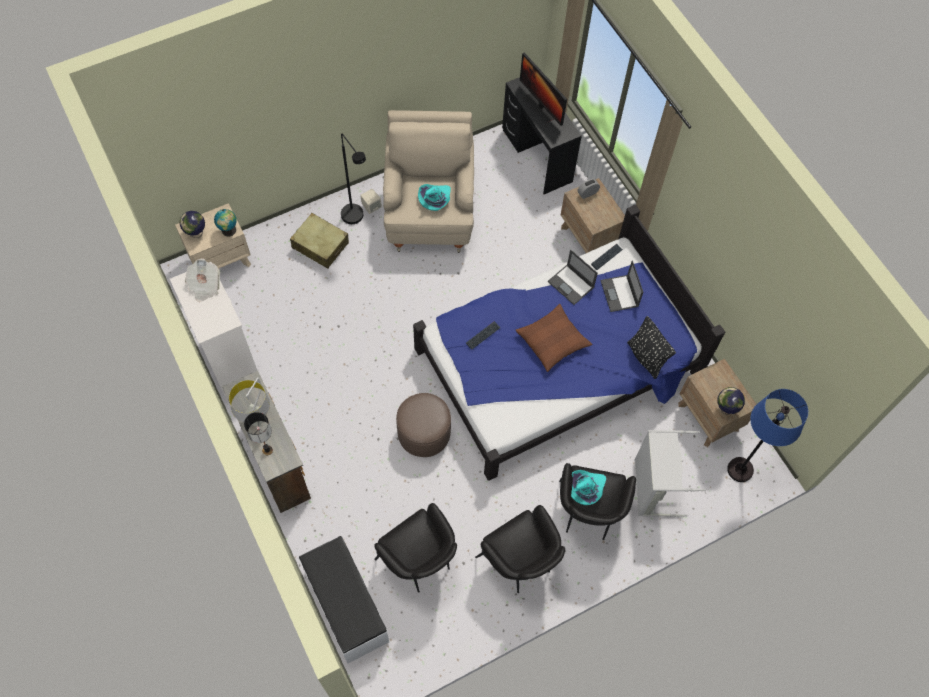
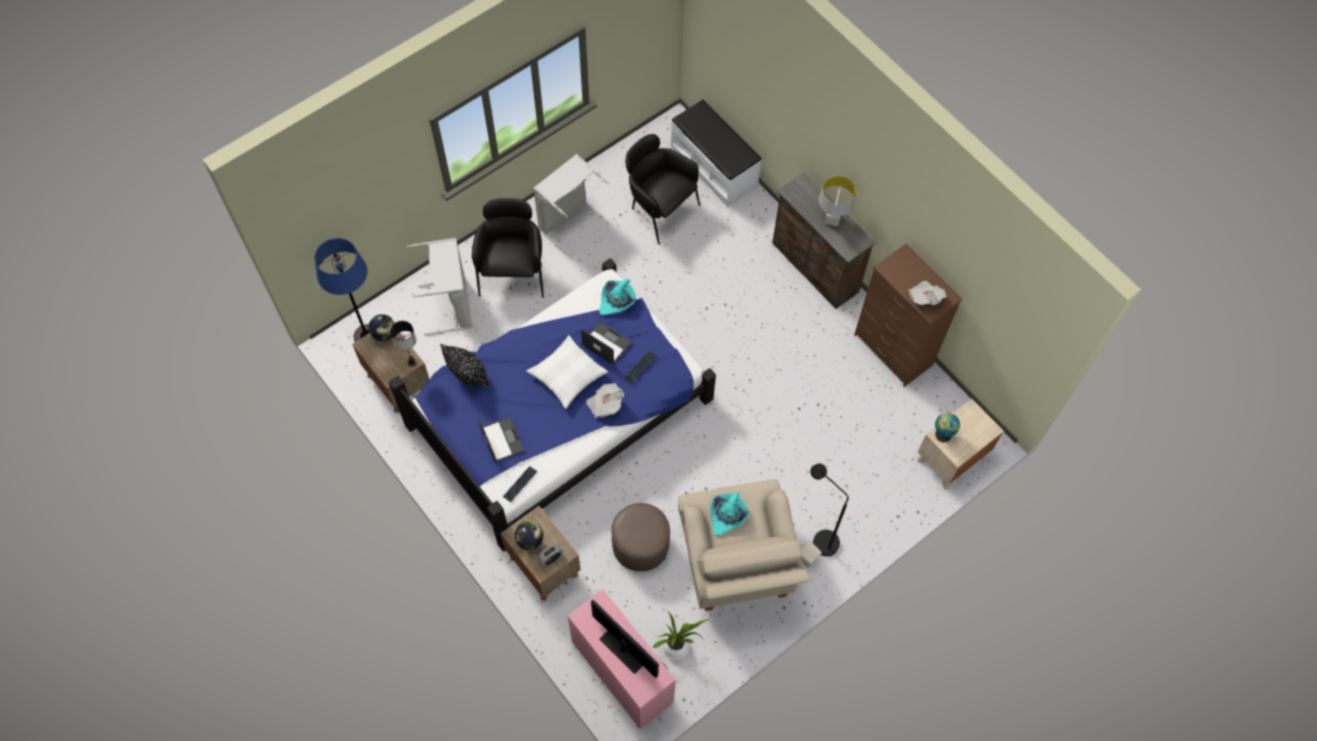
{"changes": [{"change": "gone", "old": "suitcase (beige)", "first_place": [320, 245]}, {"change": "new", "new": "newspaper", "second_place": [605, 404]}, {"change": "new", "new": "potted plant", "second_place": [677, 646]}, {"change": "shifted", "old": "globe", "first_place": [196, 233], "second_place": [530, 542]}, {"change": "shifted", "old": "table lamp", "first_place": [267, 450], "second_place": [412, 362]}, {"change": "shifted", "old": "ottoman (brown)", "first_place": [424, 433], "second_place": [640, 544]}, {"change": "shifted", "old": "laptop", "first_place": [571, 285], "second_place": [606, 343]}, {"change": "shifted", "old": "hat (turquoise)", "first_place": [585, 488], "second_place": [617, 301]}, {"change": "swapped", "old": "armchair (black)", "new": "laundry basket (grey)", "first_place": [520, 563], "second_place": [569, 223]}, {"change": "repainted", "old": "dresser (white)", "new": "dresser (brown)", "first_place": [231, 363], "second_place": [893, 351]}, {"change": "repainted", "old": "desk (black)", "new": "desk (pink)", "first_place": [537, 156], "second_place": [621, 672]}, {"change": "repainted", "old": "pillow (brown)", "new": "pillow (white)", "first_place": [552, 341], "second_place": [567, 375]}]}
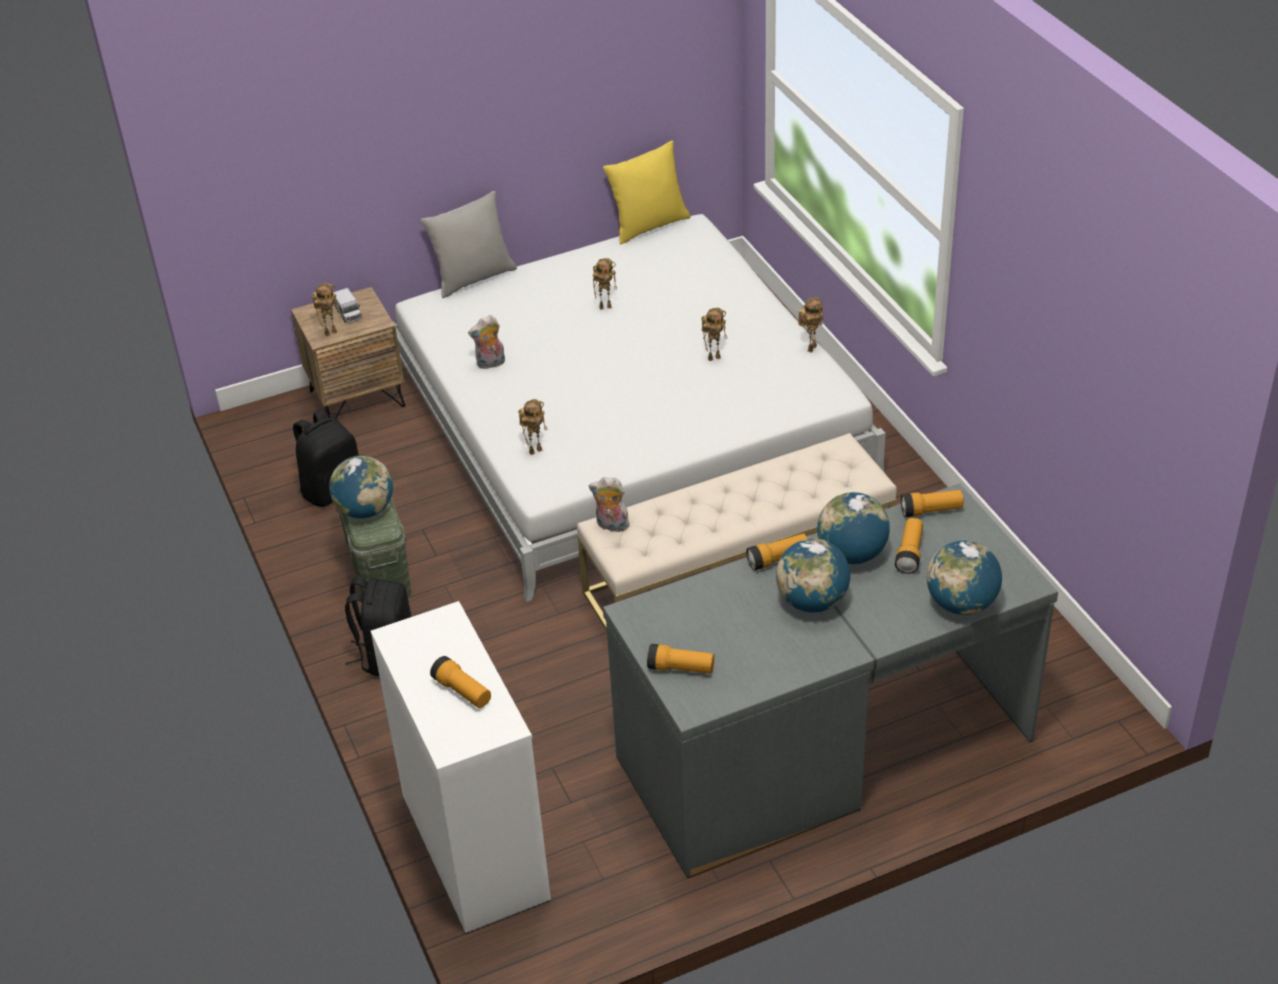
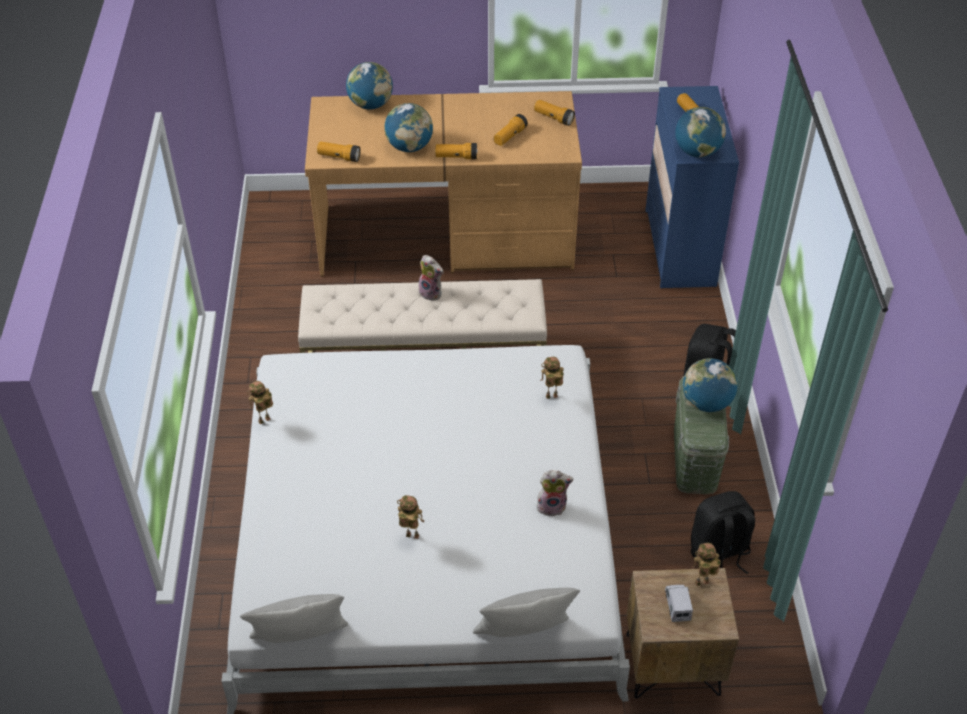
{"changes": [{"change": "gone", "old": "toy robot", "first_place": [714, 357]}, {"change": "shifted", "old": "plush toy", "first_place": [611, 526], "second_place": [432, 293]}, {"change": "shifted", "old": "globe", "first_place": [812, 601], "second_place": [697, 152]}, {"change": "shifted", "old": "flashlight", "first_place": [909, 553], "second_place": [509, 136]}, {"change": "repainted", "old": "dresser (white)", "new": "dresser (blue)", "first_place": [475, 847], "second_place": [679, 248]}, {"change": "repainted", "old": "pillow (yellow)", "new": "pillow (grey)", "first_place": [648, 226], "second_place": [300, 643]}, {"change": "repainted", "old": "desk (grey)", "new": "desk (brown)", "first_place": [822, 746], "second_place": [446, 238]}]}
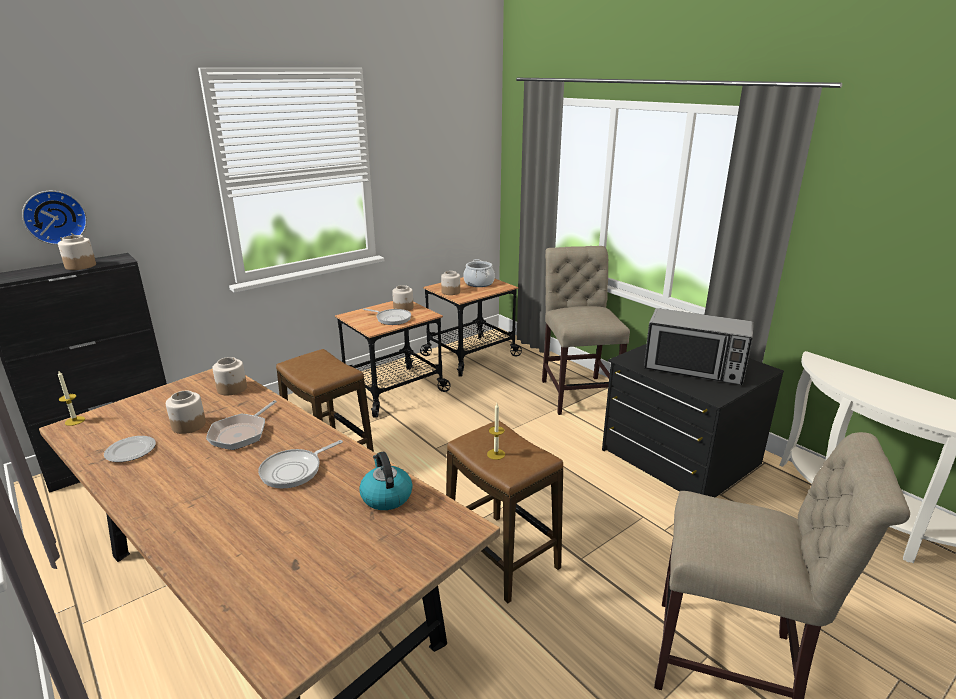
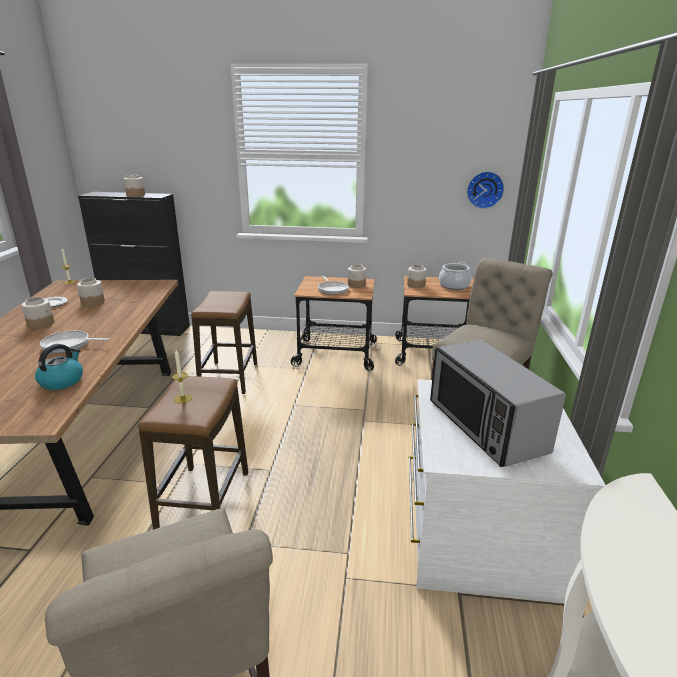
{"changes": [{"change": "gone", "old": "frying pan", "first_place": [241, 433]}, {"change": "shifted", "old": "wall clock", "first_place": [54, 217], "second_place": [484, 189]}, {"change": "shifted", "old": "jar", "first_place": [232, 388], "second_place": [41, 324]}, {"change": "repainted", "old": "dresser (black)", "new": "dresser (white)", "first_place": [678, 457], "second_place": [477, 532]}]}
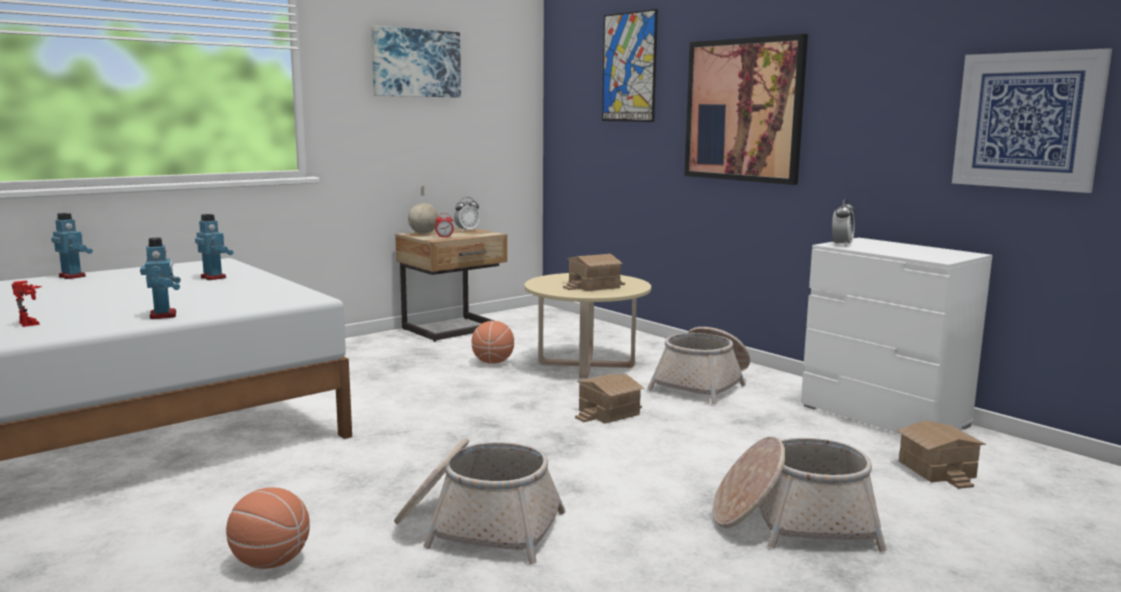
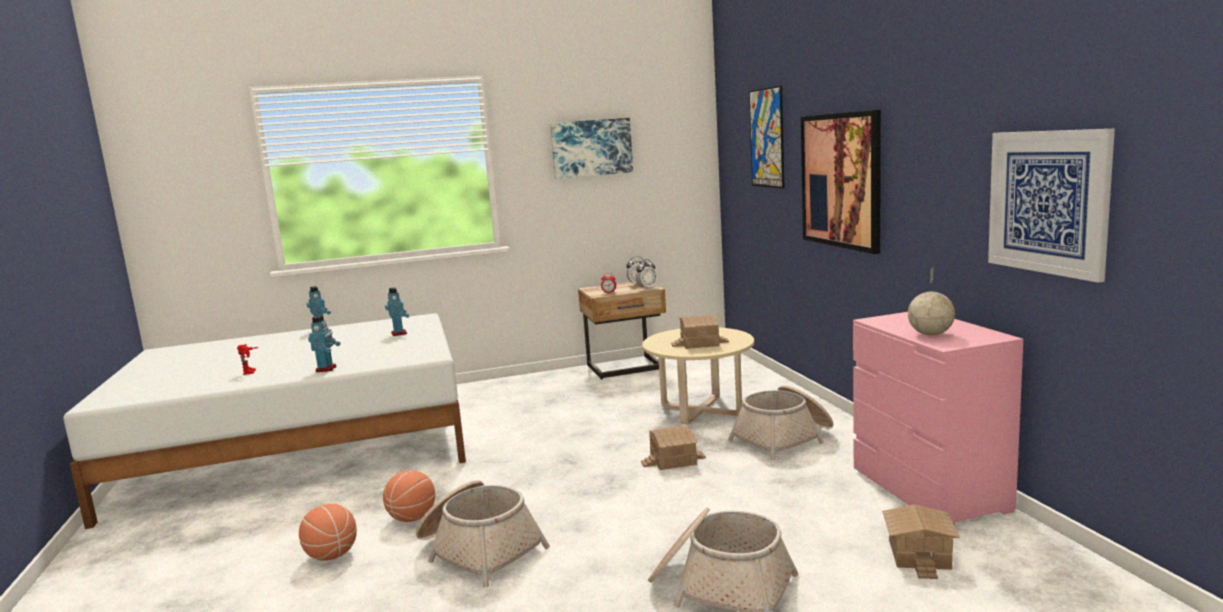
{"changes": [{"change": "shifted", "old": "globe", "first_place": [424, 233], "second_place": [931, 334]}, {"change": "shifted", "old": "basketball", "first_place": [493, 362], "second_place": [412, 518]}, {"change": "shifted", "old": "alarm clock", "first_place": [841, 245], "second_place": [646, 288]}, {"change": "repainted", "old": "dresser (white)", "new": "dresser (pink)", "first_place": [884, 416], "second_place": [929, 490]}]}
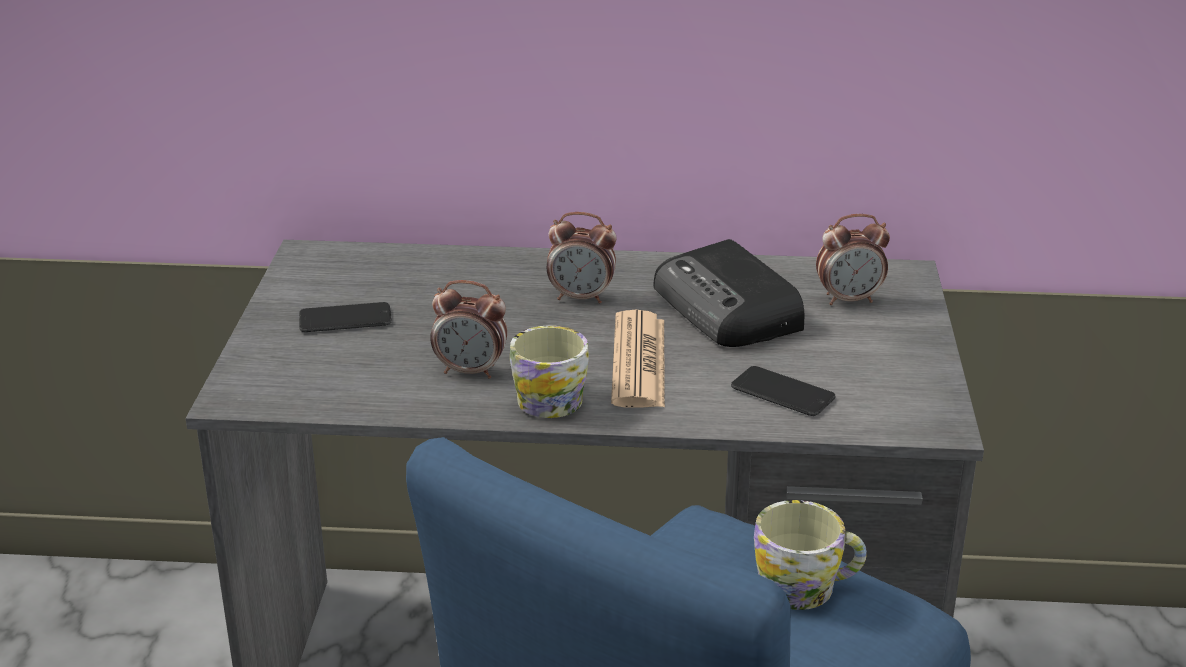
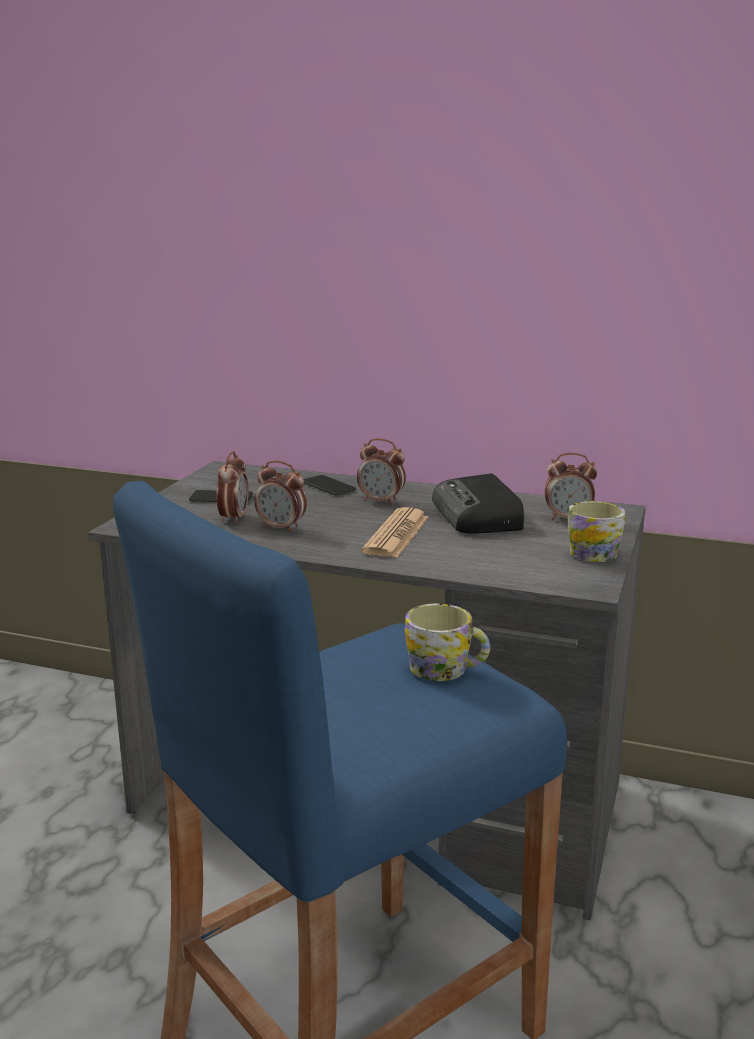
{"changes": [{"change": "new", "new": "alarm clock", "second_place": [233, 518]}, {"change": "shifted", "old": "mug", "first_place": [555, 397], "second_place": [597, 553]}, {"change": "shifted", "old": "phone", "first_place": [782, 393], "second_place": [328, 486]}]}
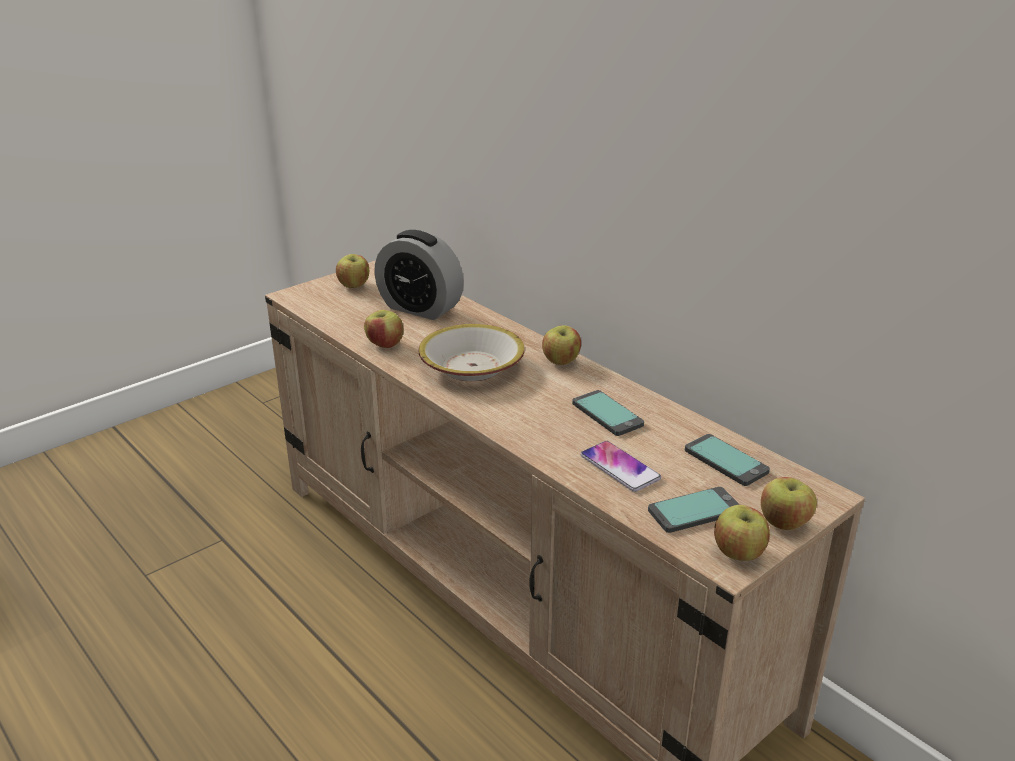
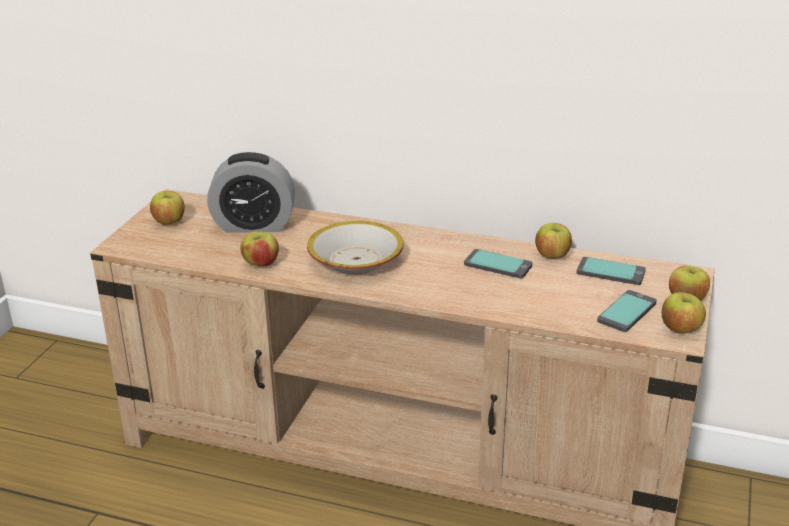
{"changes": [{"change": "gone", "old": "phone", "first_place": [620, 467]}, {"change": "shifted", "old": "apple", "first_place": [561, 362], "second_place": [552, 256]}]}
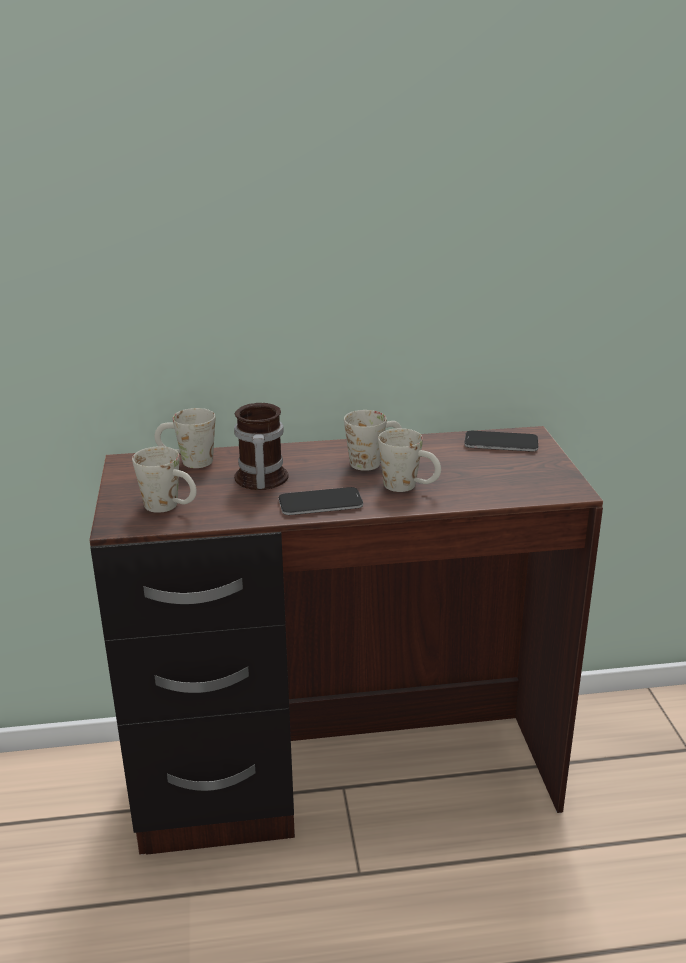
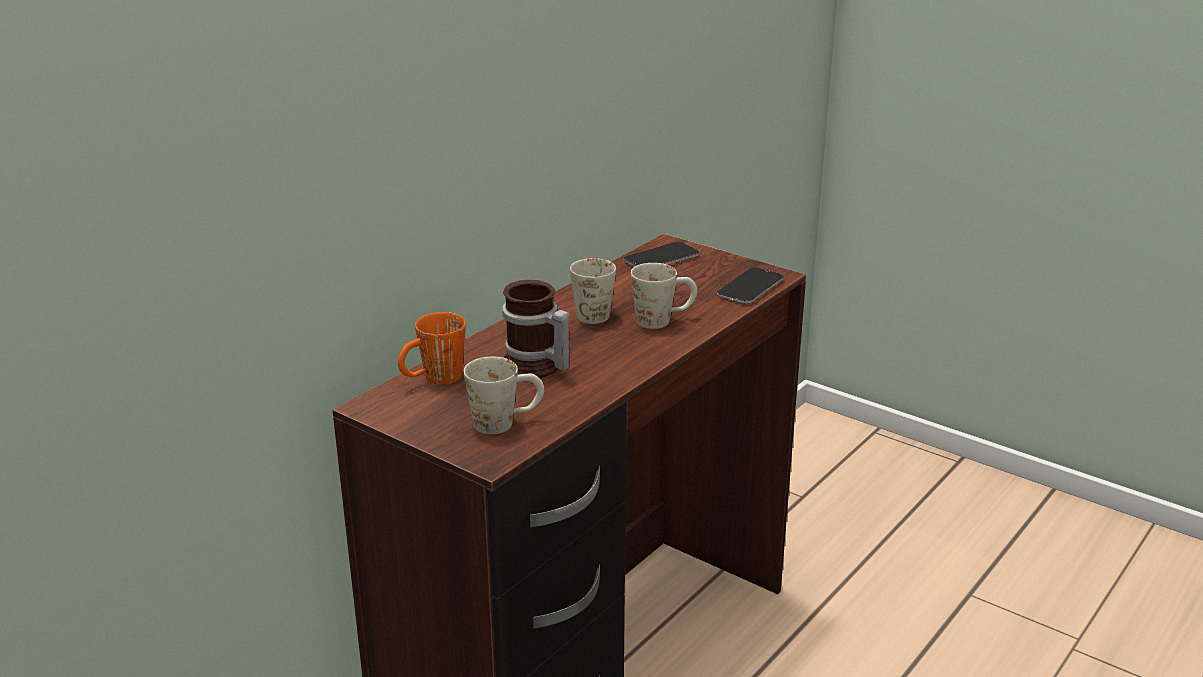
{"changes": [{"change": "shifted", "old": "phone", "first_place": [320, 503], "second_place": [750, 287]}, {"change": "repainted", "old": "mug (white)", "new": "mug (orange)", "first_place": [187, 461], "second_place": [433, 380]}]}
